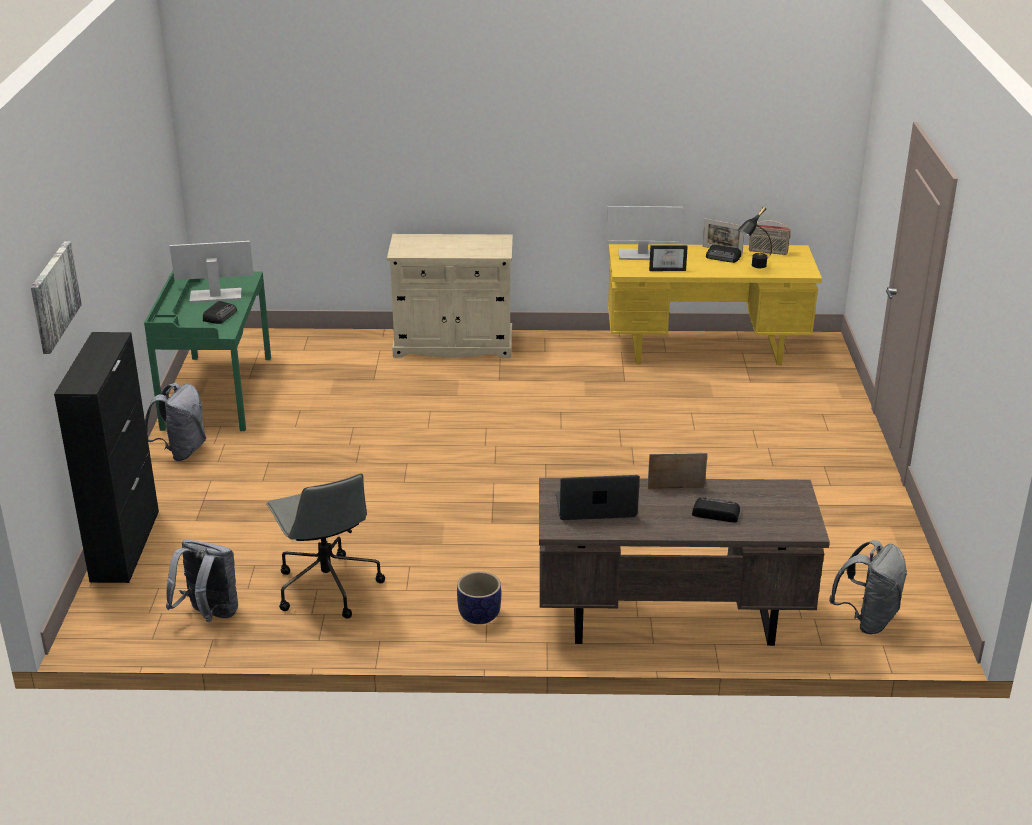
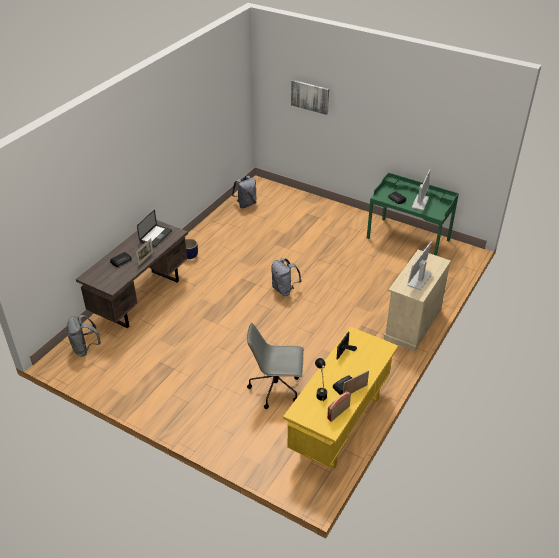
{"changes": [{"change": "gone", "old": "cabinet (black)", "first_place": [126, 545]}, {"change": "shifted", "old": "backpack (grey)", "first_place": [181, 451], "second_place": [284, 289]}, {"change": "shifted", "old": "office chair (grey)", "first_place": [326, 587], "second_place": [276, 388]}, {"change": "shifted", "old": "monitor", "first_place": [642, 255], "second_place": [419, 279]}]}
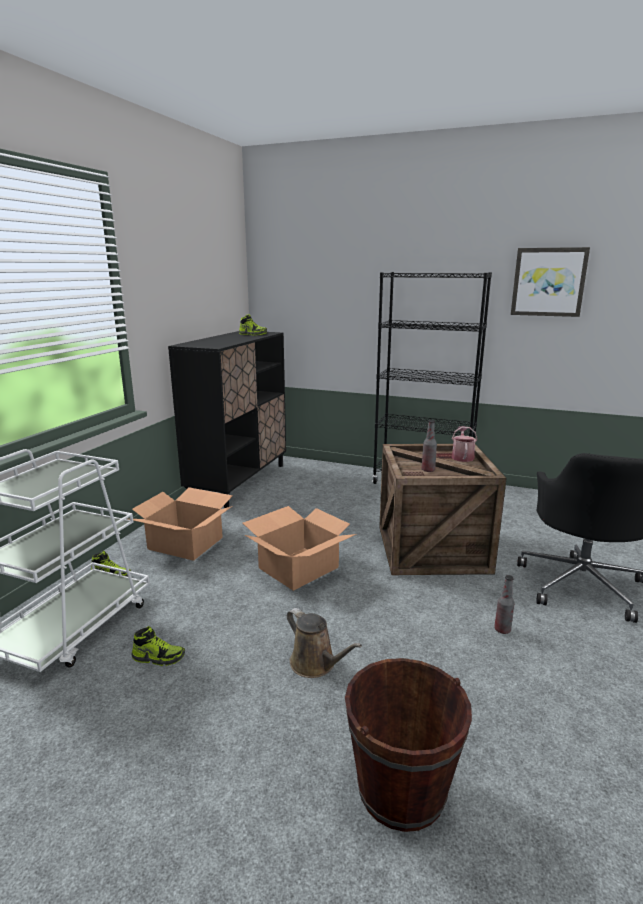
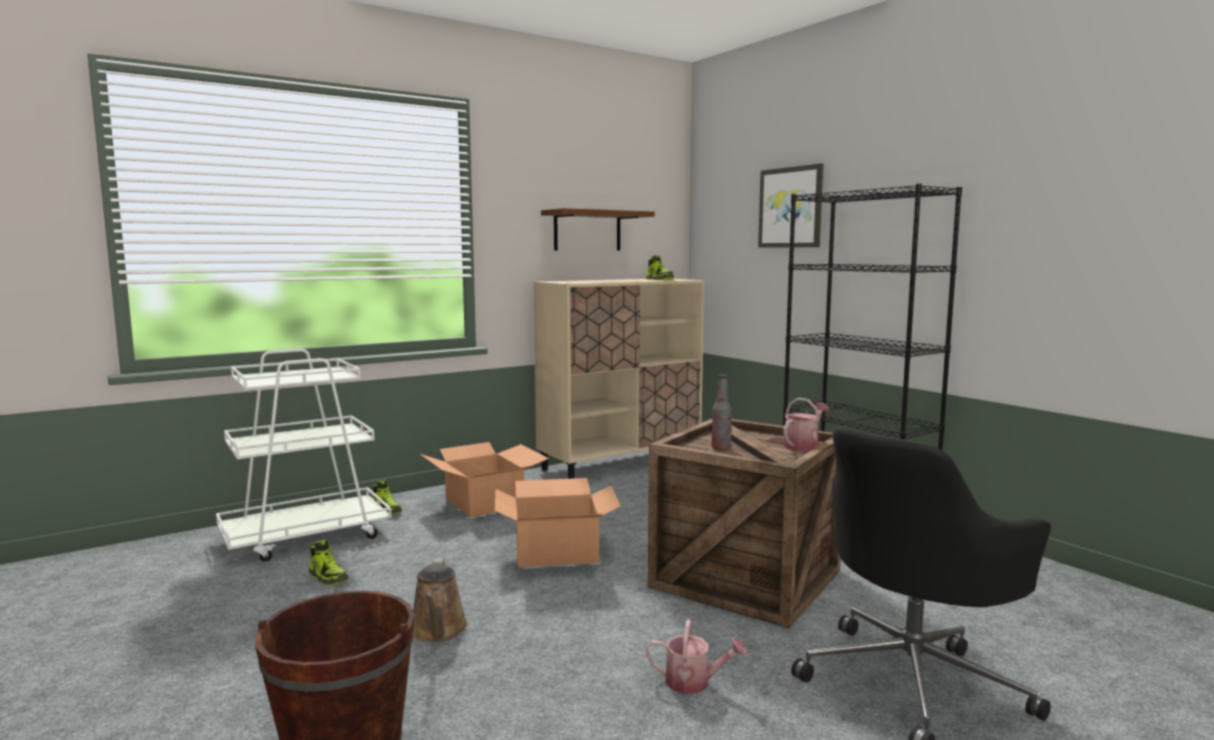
{"changes": [{"change": "new", "new": "shelf (brown)", "second_place": [587, 231]}, {"change": "shifted", "old": "picture", "first_place": [548, 282], "second_place": [791, 207]}, {"change": "swapped", "old": "bottle", "new": "watering can", "first_place": [502, 630], "second_place": [694, 682]}, {"change": "repainted", "old": "cabinet (black)", "new": "cabinet (beige)", "first_place": [239, 482], "second_place": [621, 464]}]}
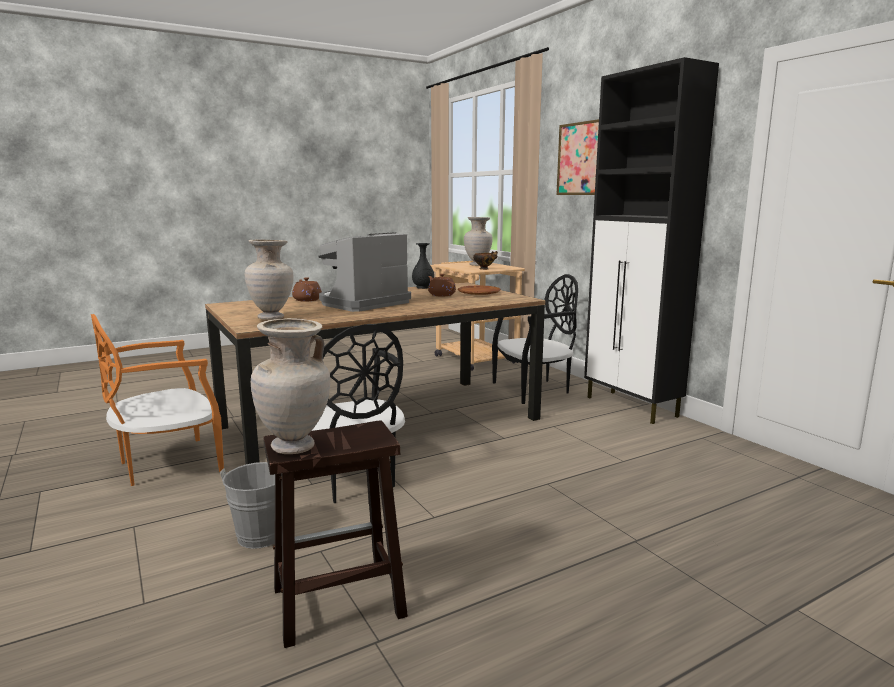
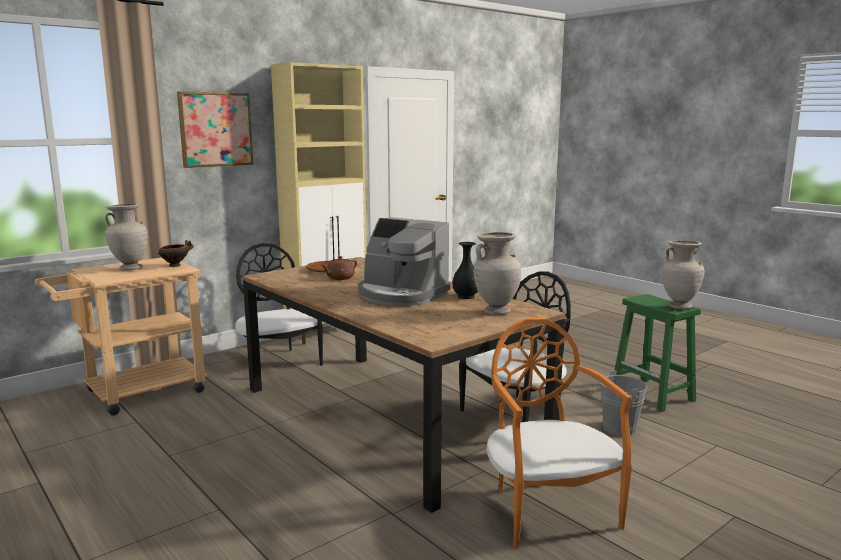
{"changes": [{"change": "gone", "old": "teapot (brown)", "first_place": [307, 300]}, {"change": "shifted", "old": "vase (black)", "first_place": [423, 287], "second_place": [466, 296]}, {"change": "repainted", "old": "stool (brown)", "new": "stool (green)", "first_place": [336, 603], "second_place": [653, 395]}, {"change": "repainted", "old": "cabinet (black)", "new": "cabinet (beige)", "first_place": [632, 407], "second_place": [328, 333]}, {"change": "rotated", "old": "chair (orange)", "first_place": [167, 464], "second_place": [548, 509], "degrees": -150}]}
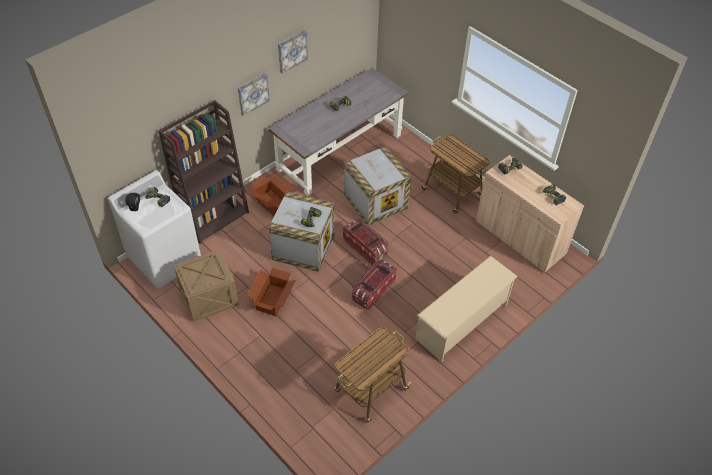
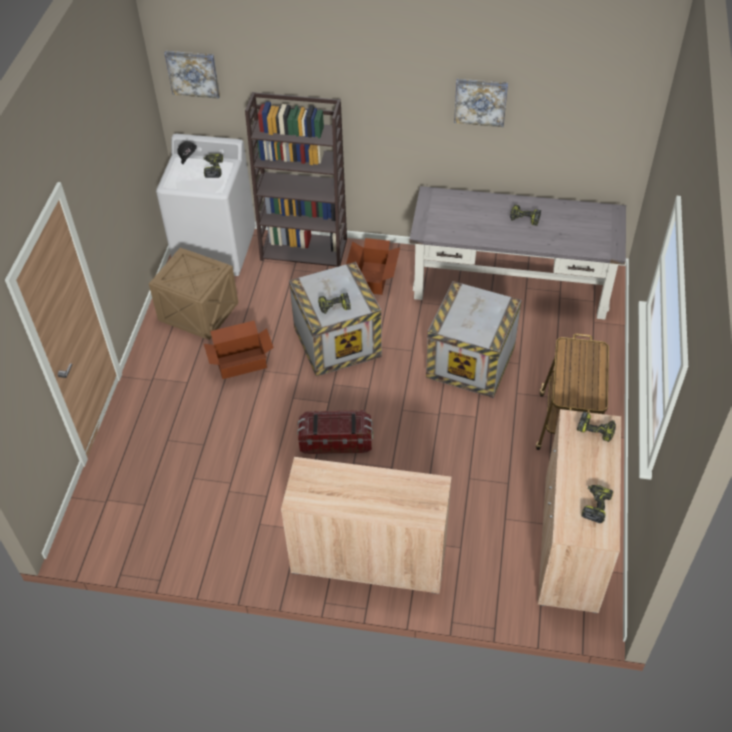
{"changes": [{"change": "gone", "old": "cart", "first_place": [370, 391]}, {"change": "gone", "old": "storage box", "first_place": [365, 248]}, {"change": "shifted", "old": "picture", "first_place": [253, 93], "second_place": [193, 73]}, {"change": "swapped", "old": "shoe rack (beige)", "new": "cabinet (beige)", "first_place": [462, 322], "second_place": [369, 558]}]}
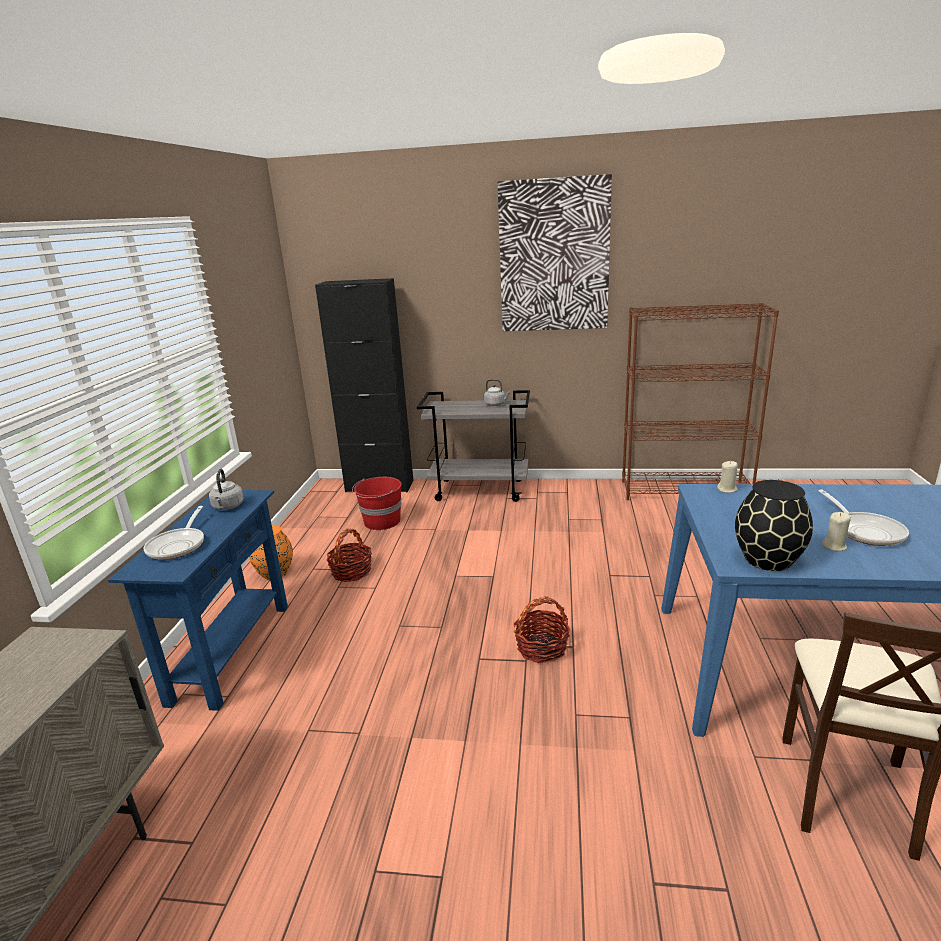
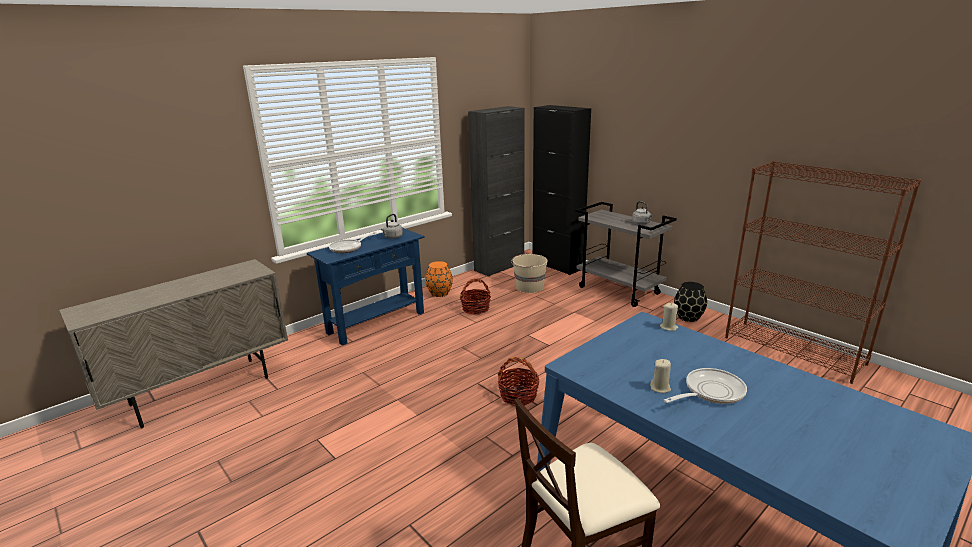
{"changes": [{"change": "gone", "old": "picture", "first_place": [554, 256]}, {"change": "new", "new": "cabinet (black)", "second_place": [499, 267]}, {"change": "shifted", "old": "vase (black)", "first_place": [766, 560], "second_place": [688, 317]}, {"change": "repainted", "old": "bucket (red)", "new": "bucket (beige)", "first_place": [381, 522], "second_place": [529, 287]}, {"change": "rotated", "old": "frying pan", "first_place": [865, 531], "second_place": [710, 392], "degrees": -150}]}
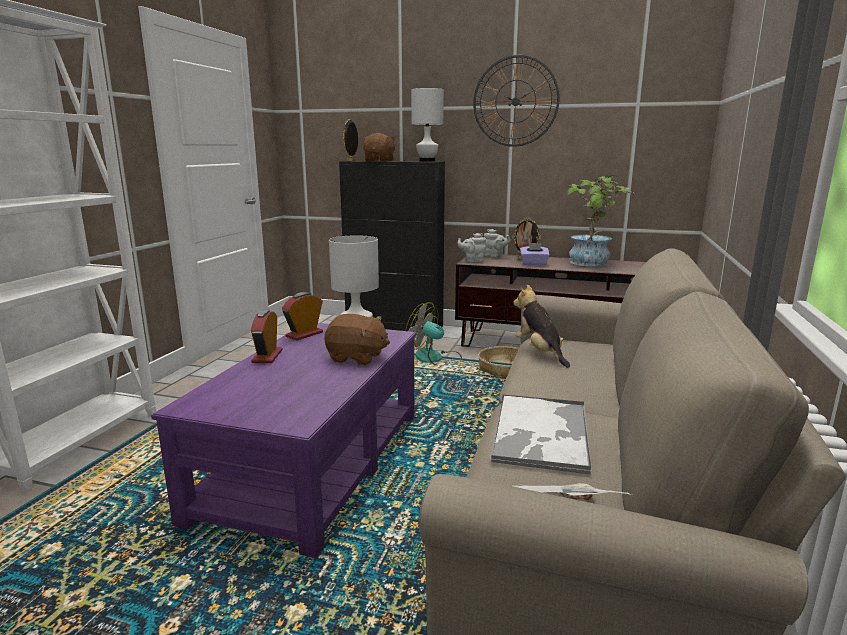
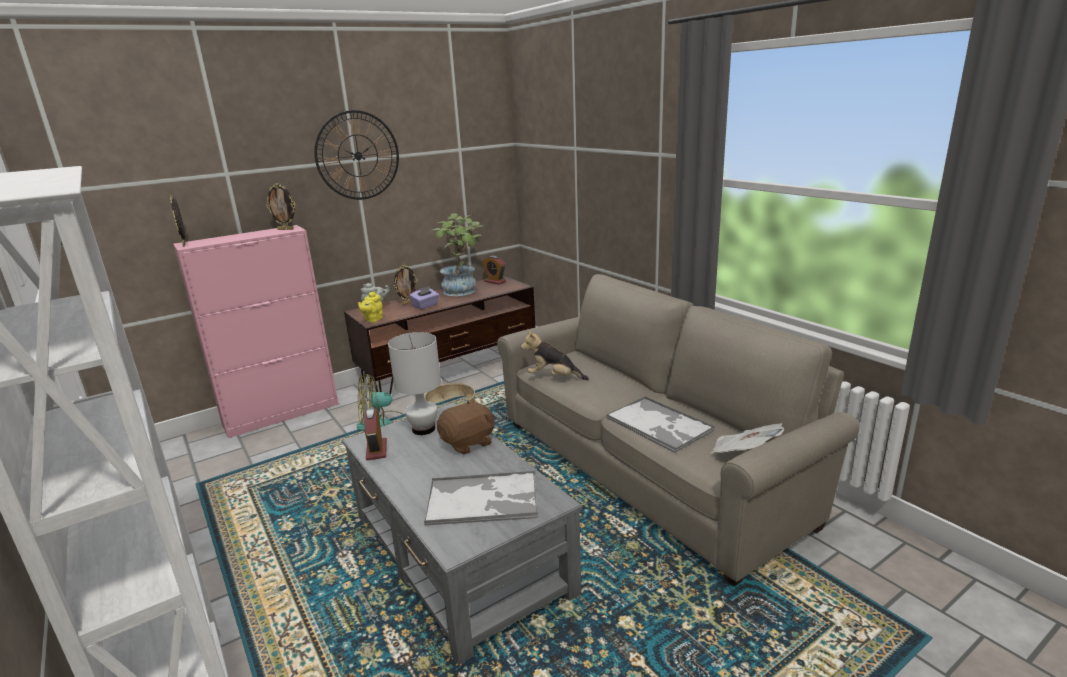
{"changes": [{"change": "gone", "old": "plush toy (brown)", "first_place": [379, 161]}, {"change": "new", "new": "tray", "second_place": [483, 499]}, {"change": "shifted", "old": "alarm clock", "first_place": [267, 356], "second_place": [495, 281]}, {"change": "swapped", "old": "table lamp (white)", "new": "picture frame", "first_place": [427, 161], "second_place": [286, 229]}, {"change": "repainted", "old": "coffee table (purple)", "new": "coffee table (grey)", "first_place": [312, 463], "second_place": [459, 554]}, {"change": "repainted", "old": "cabinet (black)", "new": "cabinet (pink)", "first_place": [395, 325], "second_place": [282, 414]}, {"change": "repainted", "old": "teapot (grey)", "new": "teapot (yellow)", "first_place": [472, 261], "second_place": [372, 320]}]}
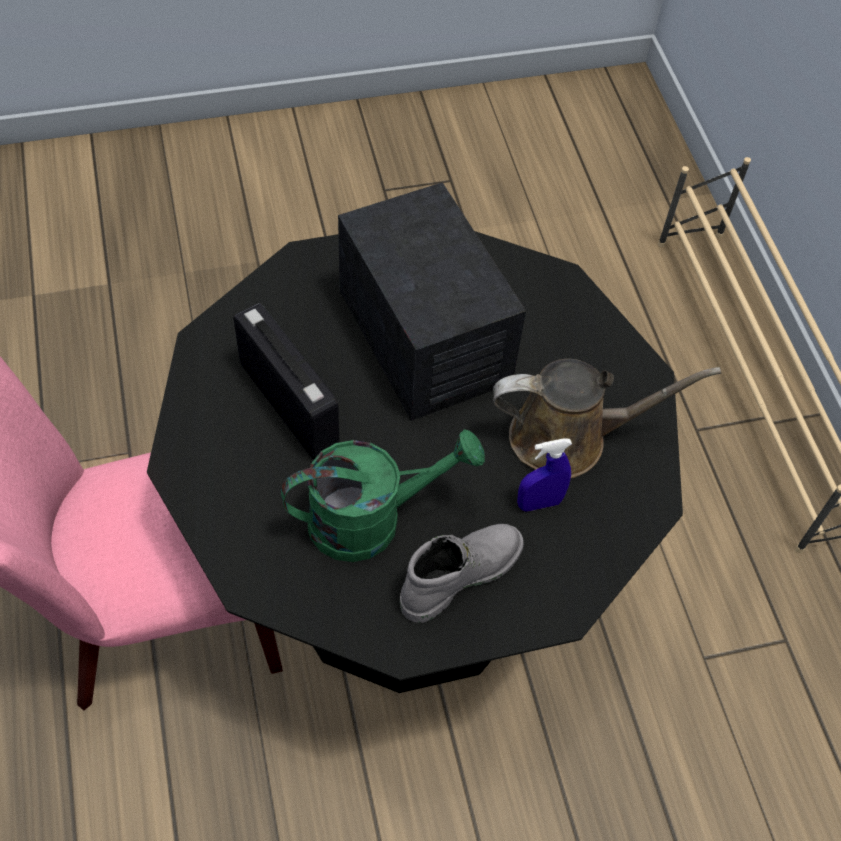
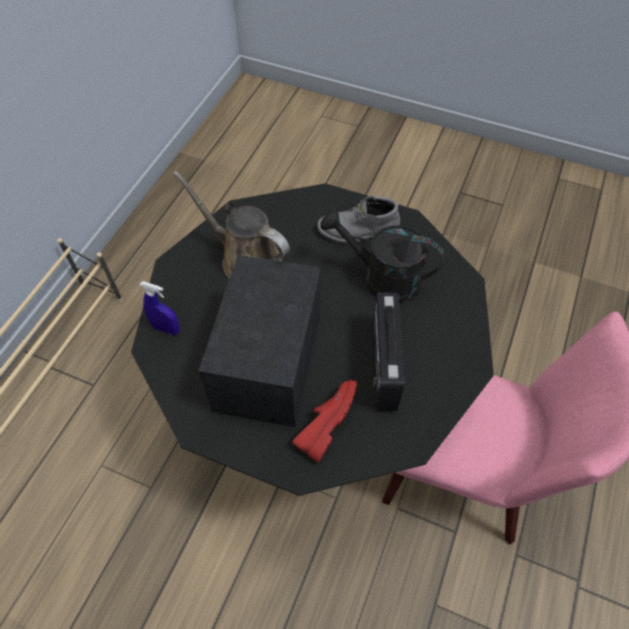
{"changes": [{"change": "new", "new": "shoe (red)", "second_place": [324, 423]}, {"change": "shifted", "old": "spray bottle (blue)", "first_place": [539, 503], "second_place": [166, 329]}, {"change": "repainted", "old": "watering can (green)", "new": "watering can (black)", "first_place": [371, 519], "second_place": [381, 279]}]}
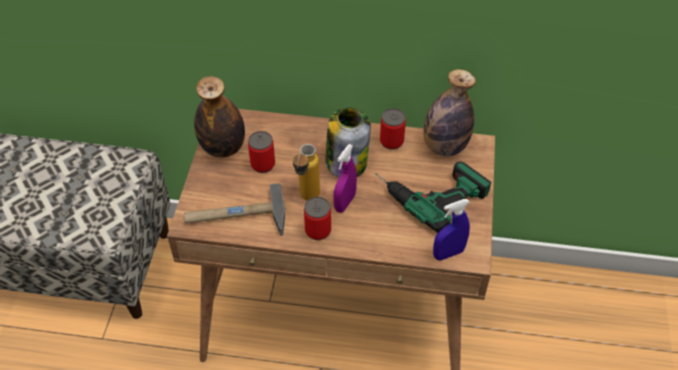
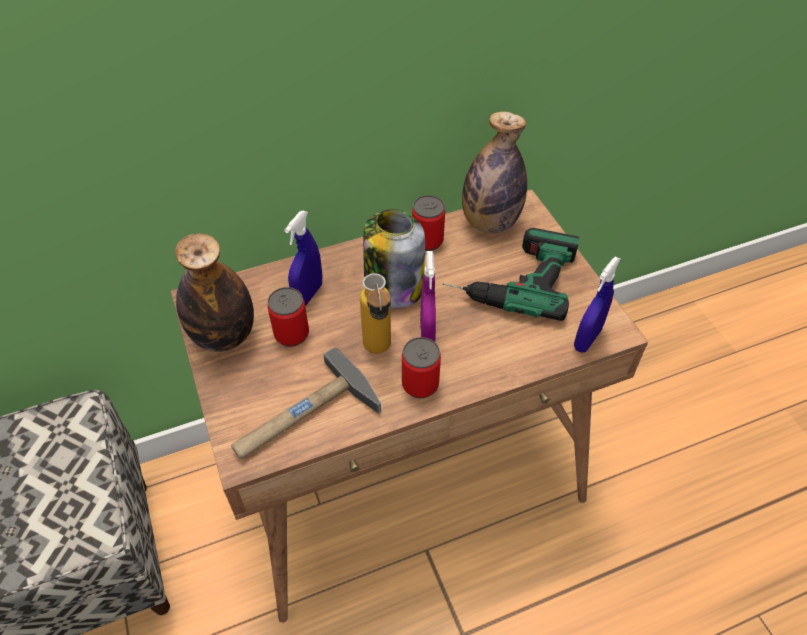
{"changes": [{"change": "new", "new": "spray bottle (blue)", "second_place": [308, 294]}]}
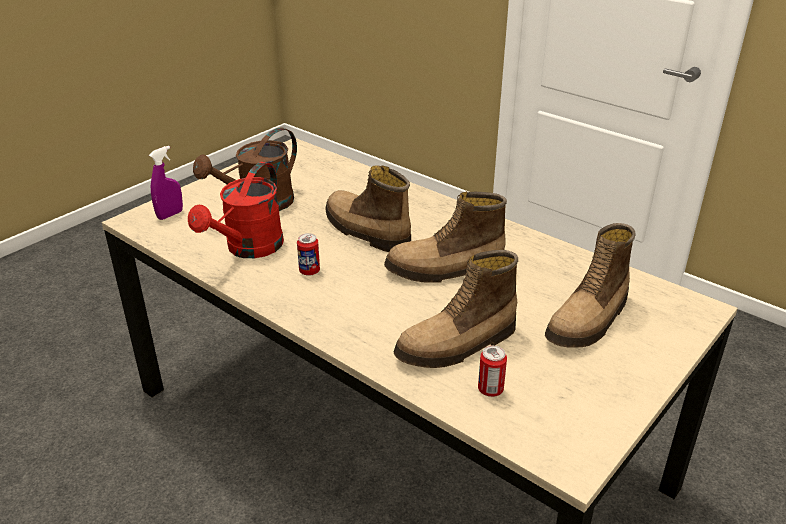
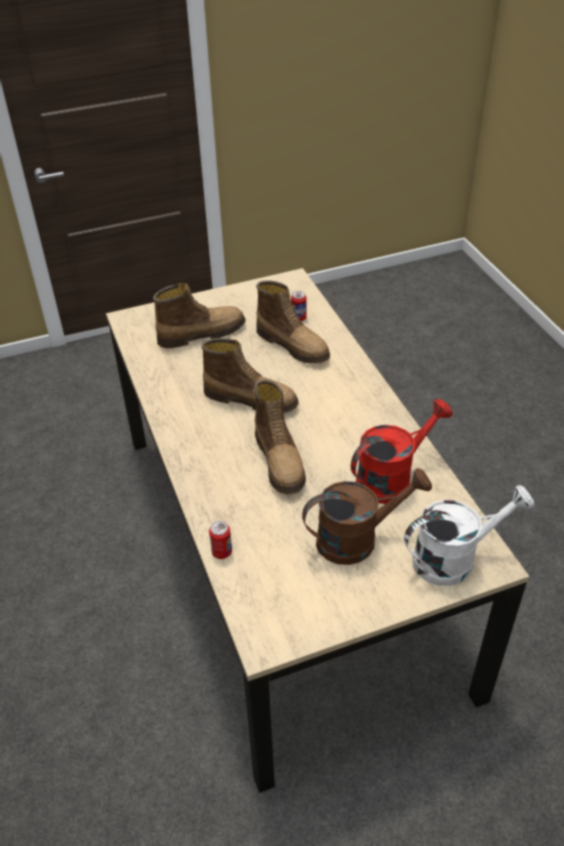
{"changes": [{"change": "shifted", "old": "can", "first_place": [309, 271], "second_place": [222, 552]}, {"change": "swapped", "old": "spray bottle (purple)", "new": "watering can (white)", "first_place": [170, 215], "second_place": [454, 558]}, {"change": "rotated", "old": "boot", "first_place": [458, 345], "second_place": [293, 345], "degrees": 45}]}
